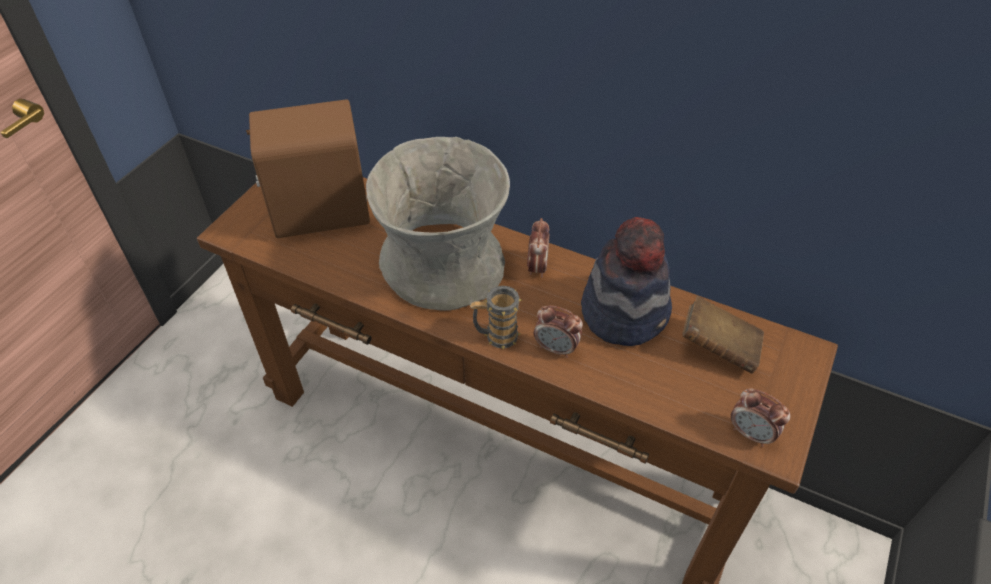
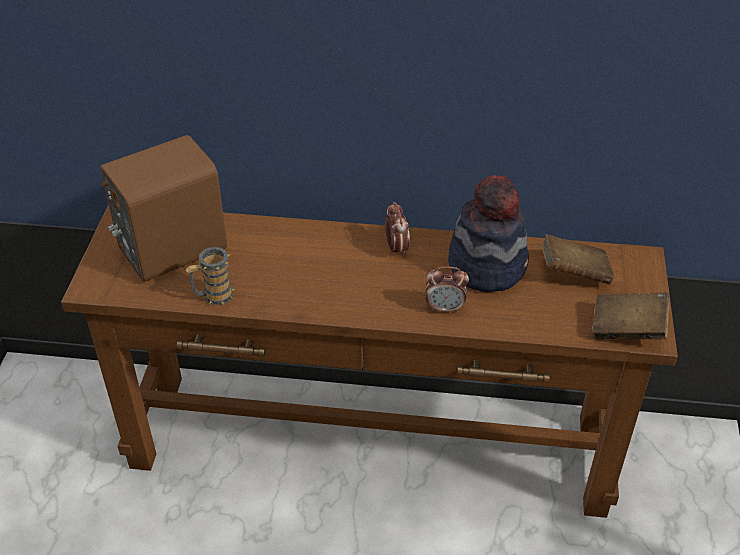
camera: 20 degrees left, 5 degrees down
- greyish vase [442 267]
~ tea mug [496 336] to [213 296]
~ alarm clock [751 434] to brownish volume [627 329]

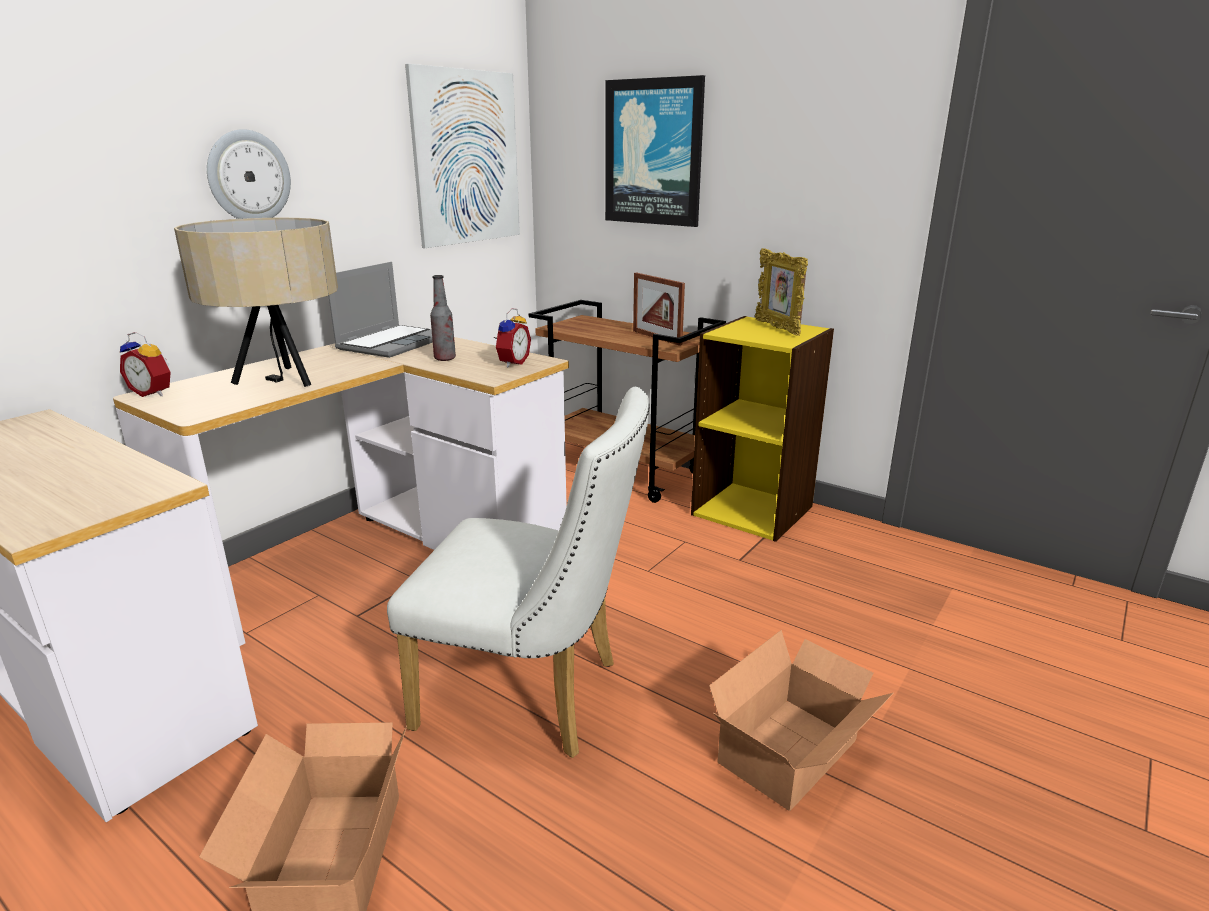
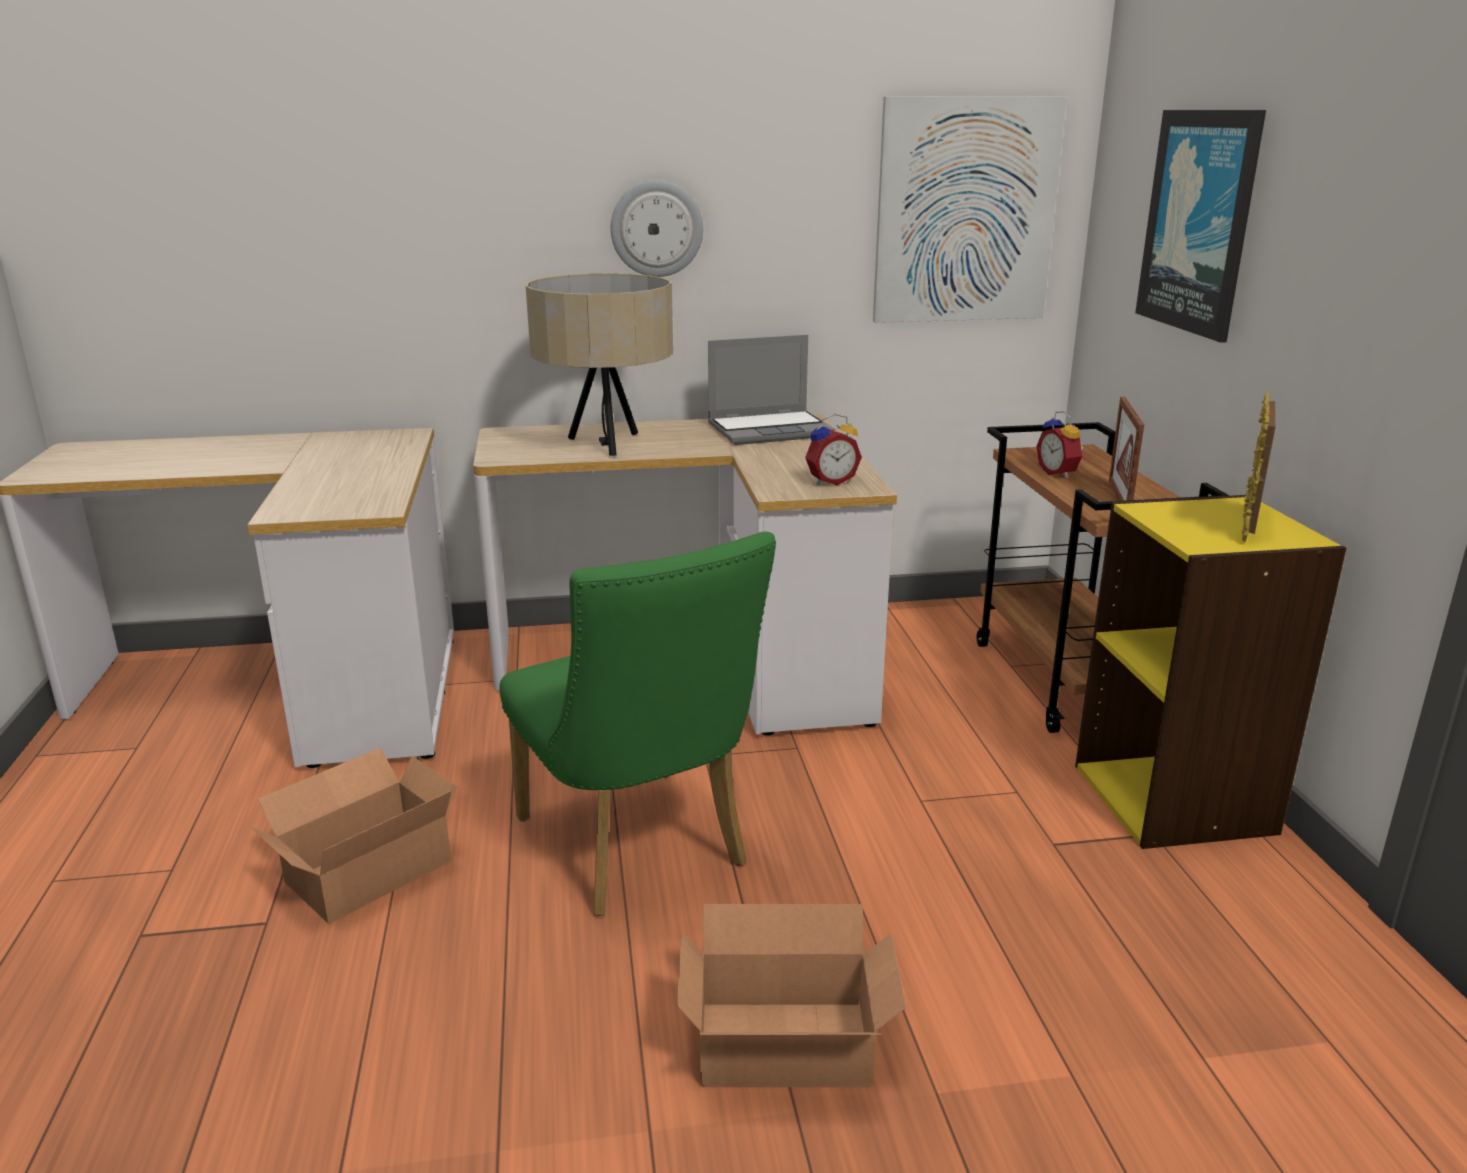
camera: 45 degrees right, 0 degrees up
- drink bottle [445 359]
~ alarm clock [154 393] to [1059 473]
~ white plain chair [533 696] to greenish plain chair [639 850]

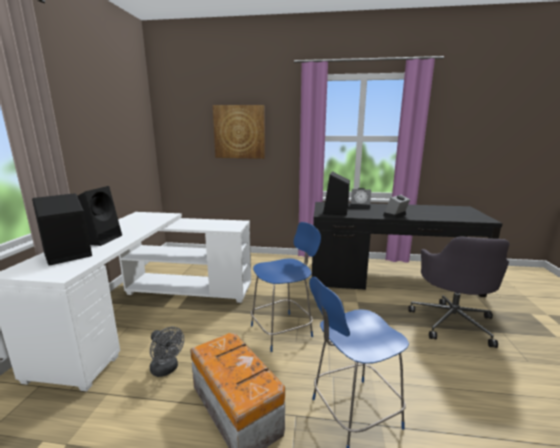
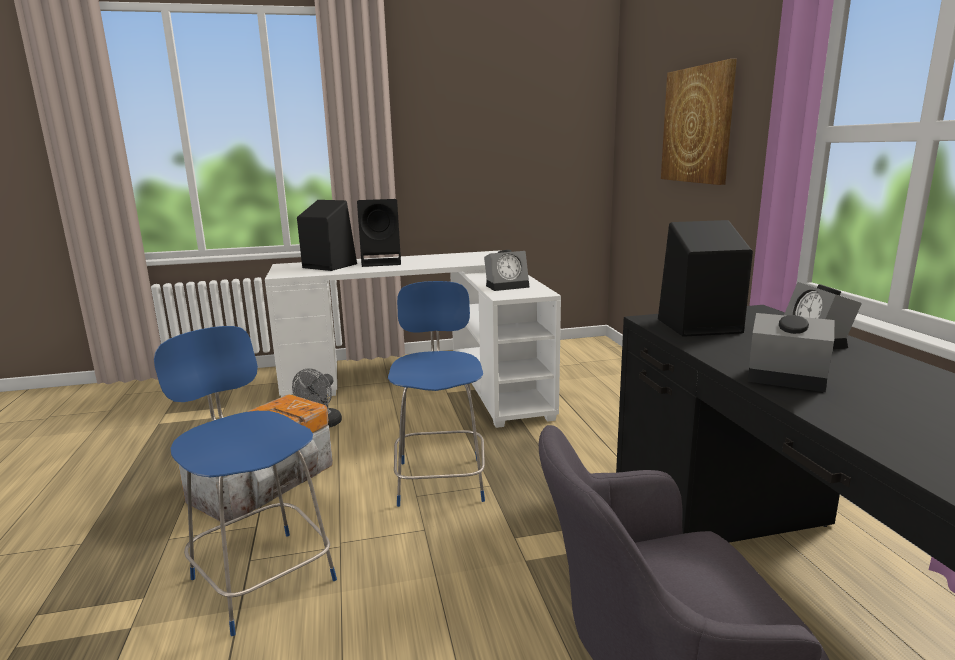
camera: 70 degrees right, 0 degrees up
+ alarm clock [508 286]
~ blue-coloured plain chair [283 330] = [440 479] 135 degrees counterclockwise

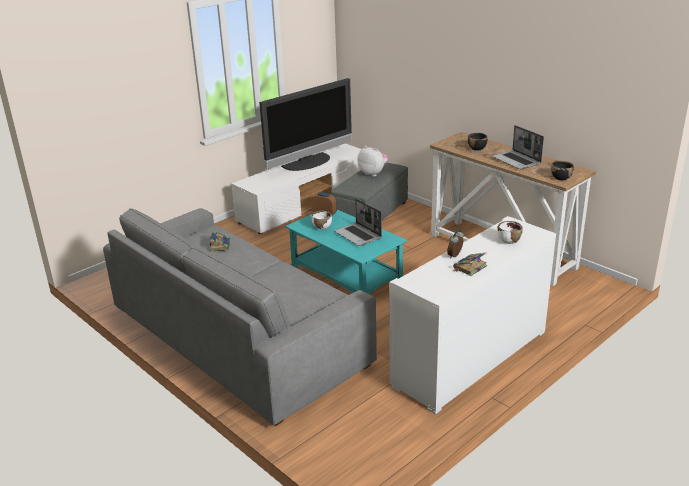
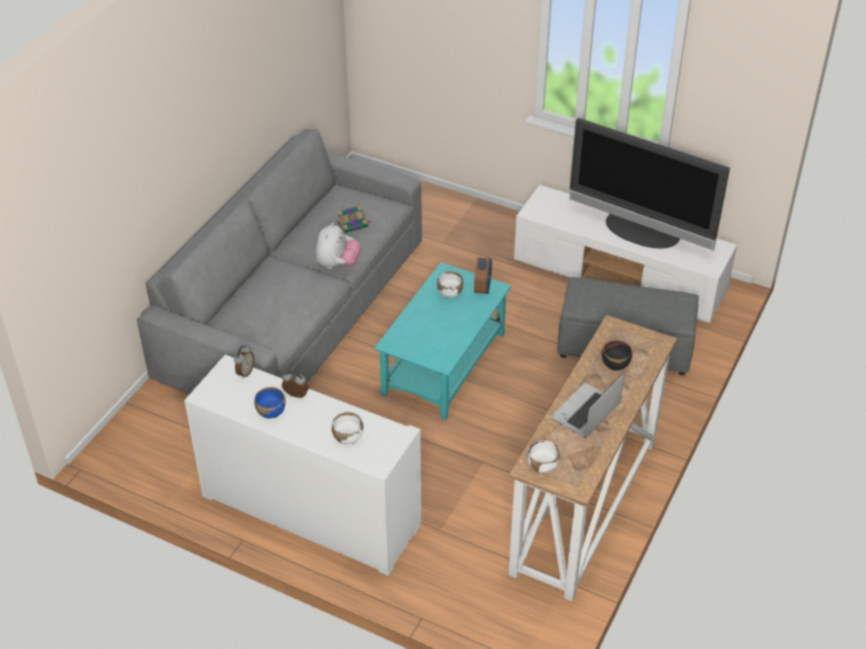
camera: 70 degrees right, 15 degrees up
- notebook computer [358 235]
+ alarm clock [245 372]
~ soft toy [373 173] to [337 264]
~ volume [469 267] to blue-coloured deep dish [271 411]
~ blackish deep dish [561 178] to white deep dish [542 465]

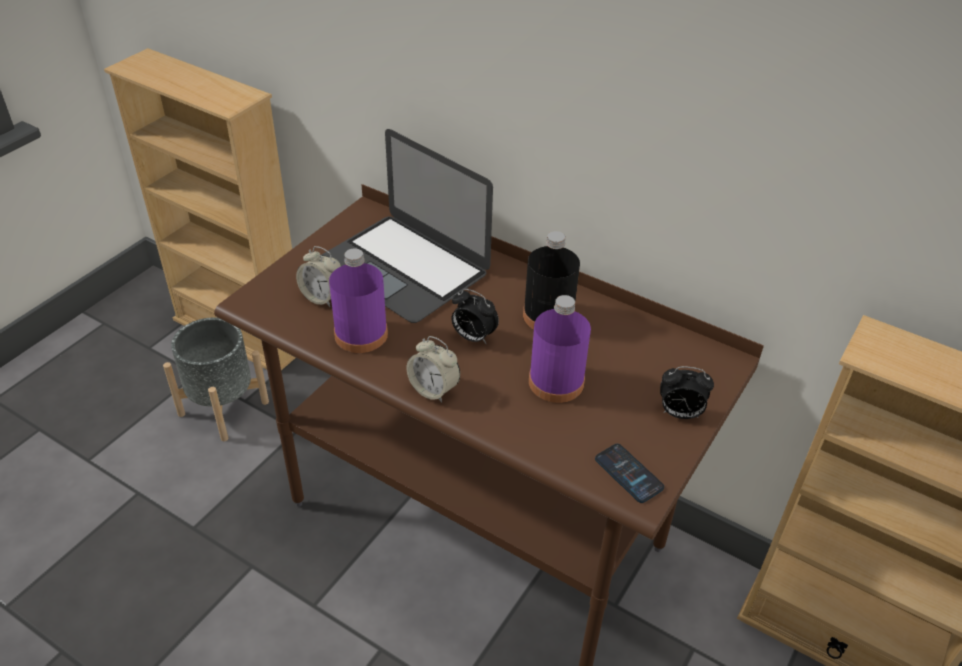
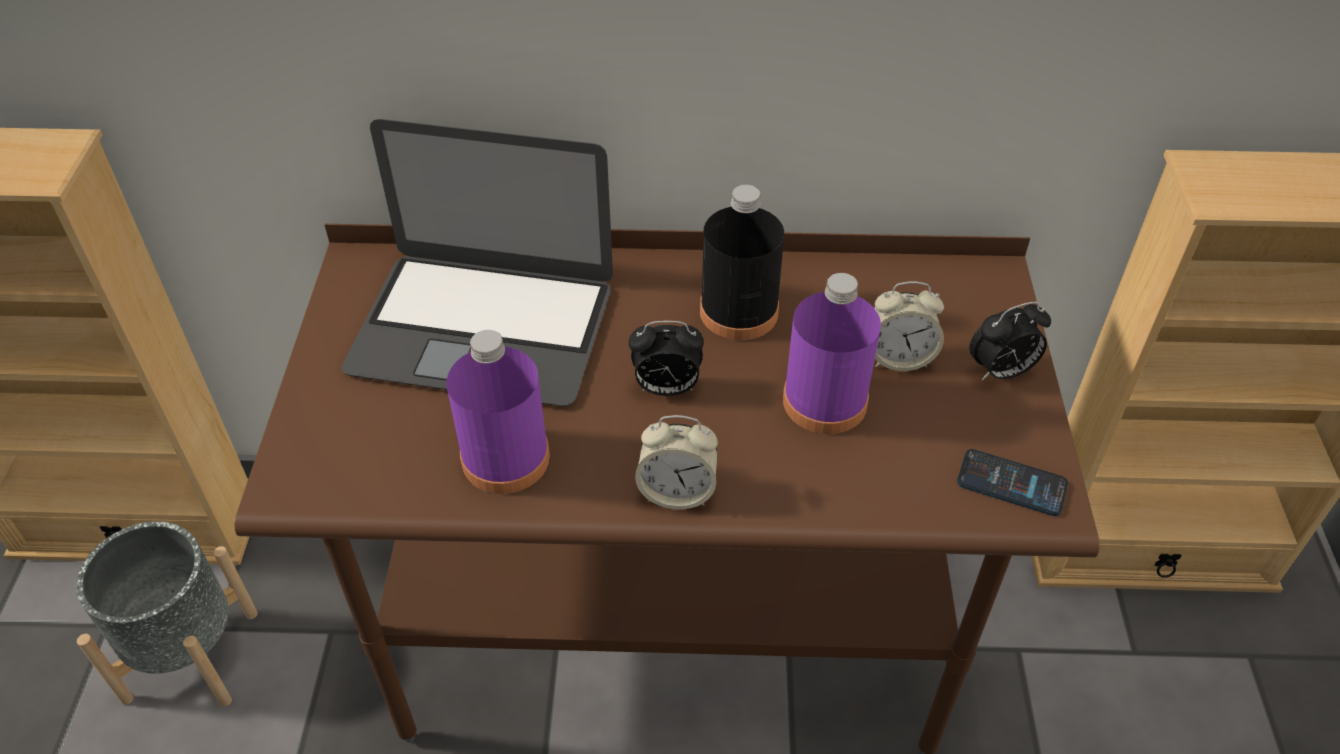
camera: 30 degrees left, 5 degrees up
~ alarm clock [323 297] to [898 357]

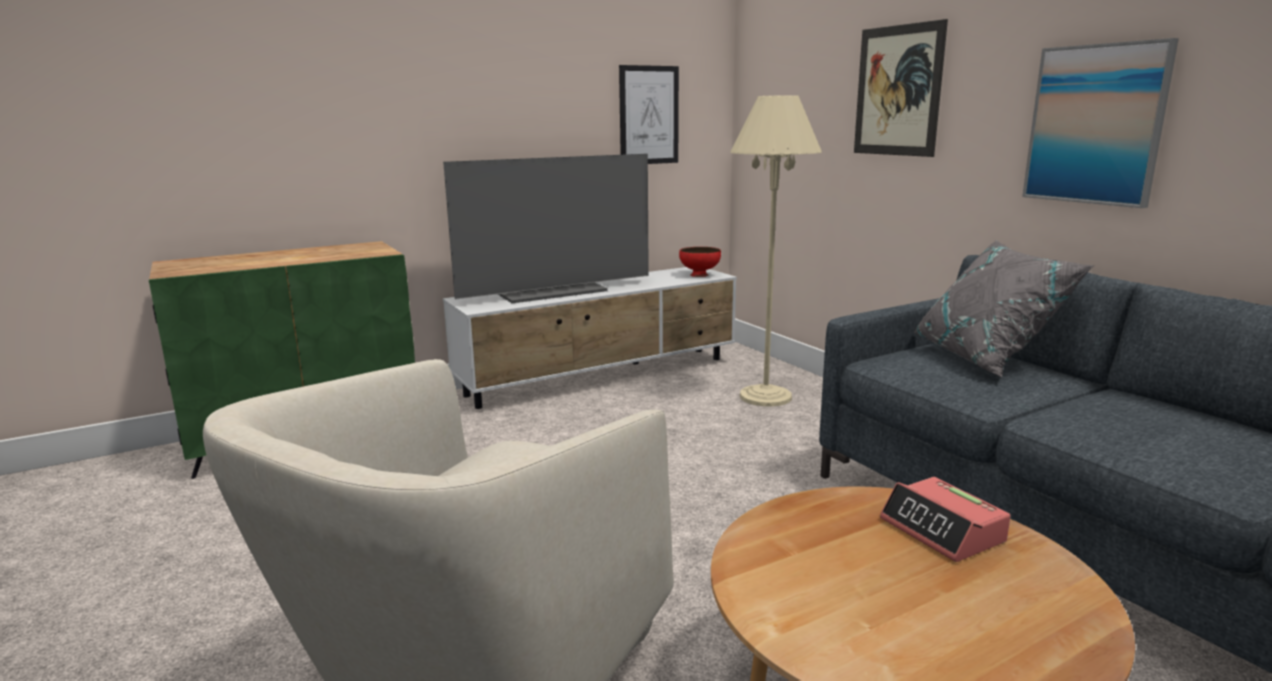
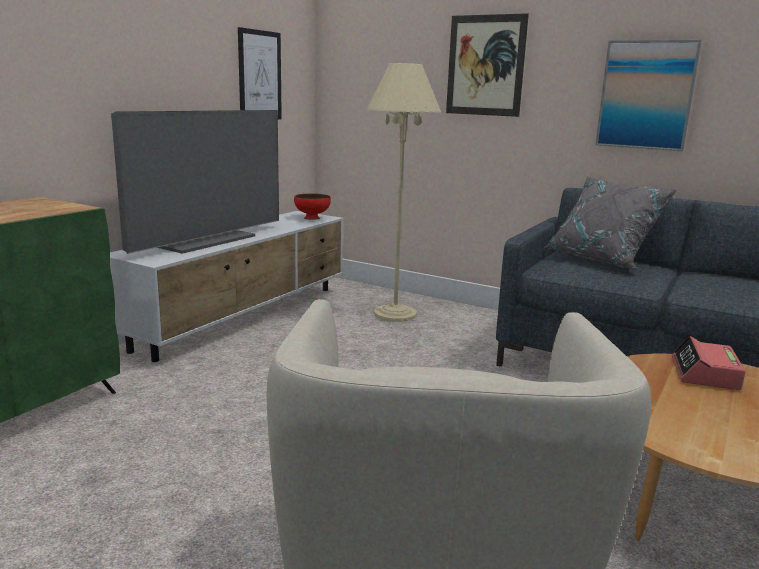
camera: 30 degrees left, 0 degrees up
~ alarm clock [942 531] = [705 374] 75 degrees clockwise

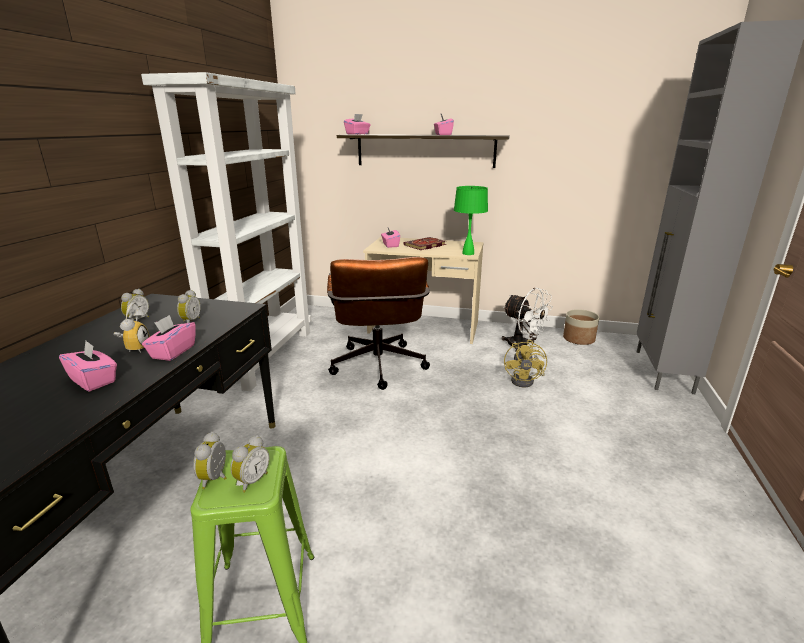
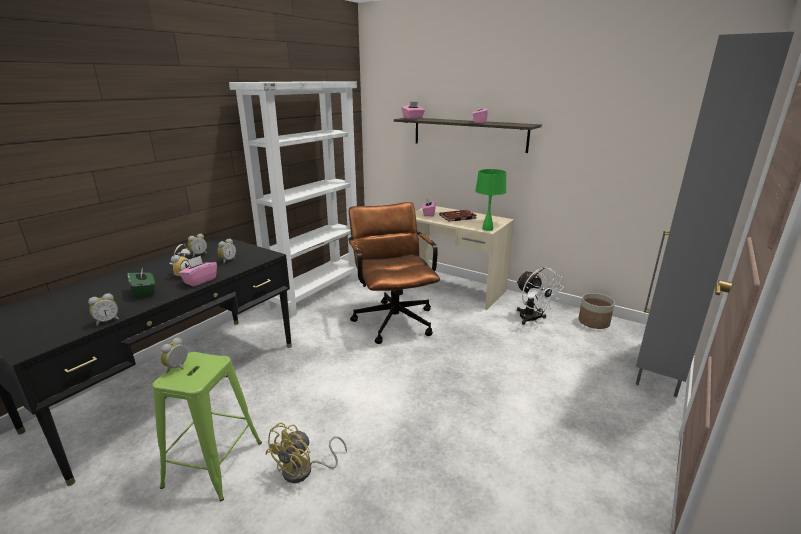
camera: 20 degrees right, 0 degrees up
~ alarm clock [251 480] to [107 321]
~ yellowish cooling fan [526 380] to [304 471]
~ pinkish tissue box [94 380] to greenish tissue box [144 292]
~ brownish computer chair [378 369] = [393 318] 150 degrees clockwise

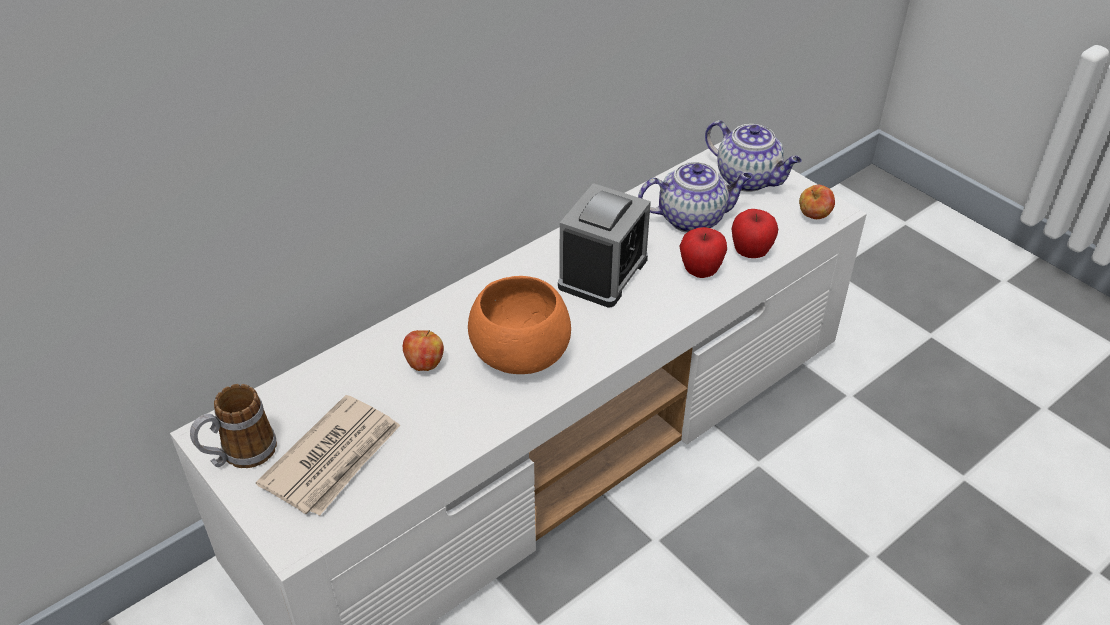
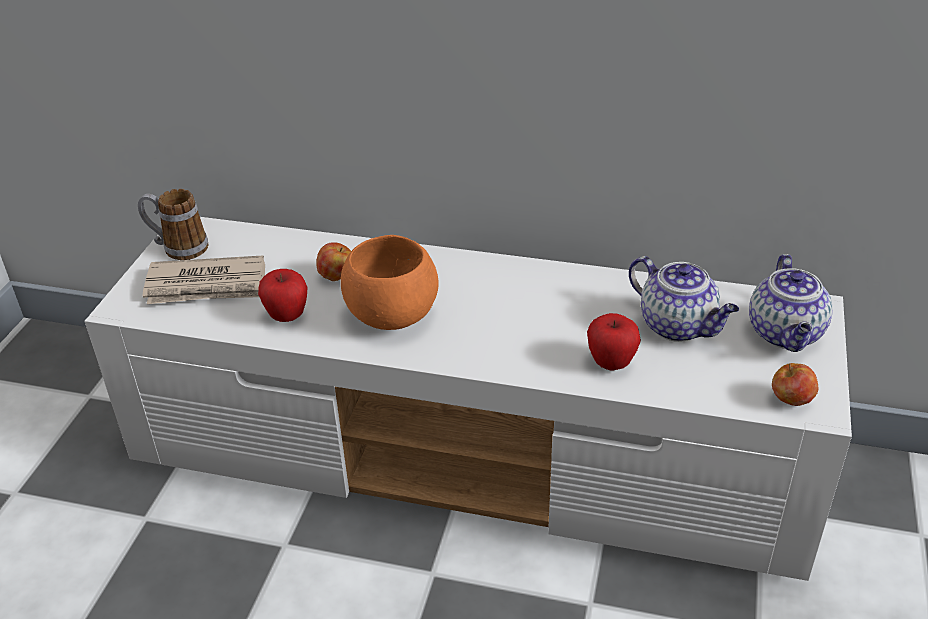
camera: 55 degrees right, 5 degrees down
- alarm clock [603 273]
~ apple fruit [750 253] to [287 316]

